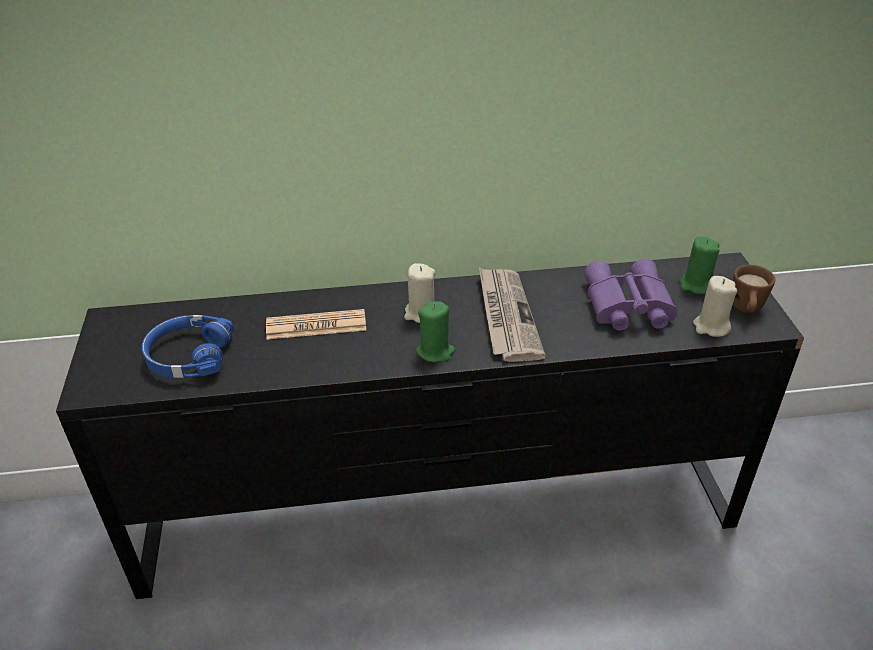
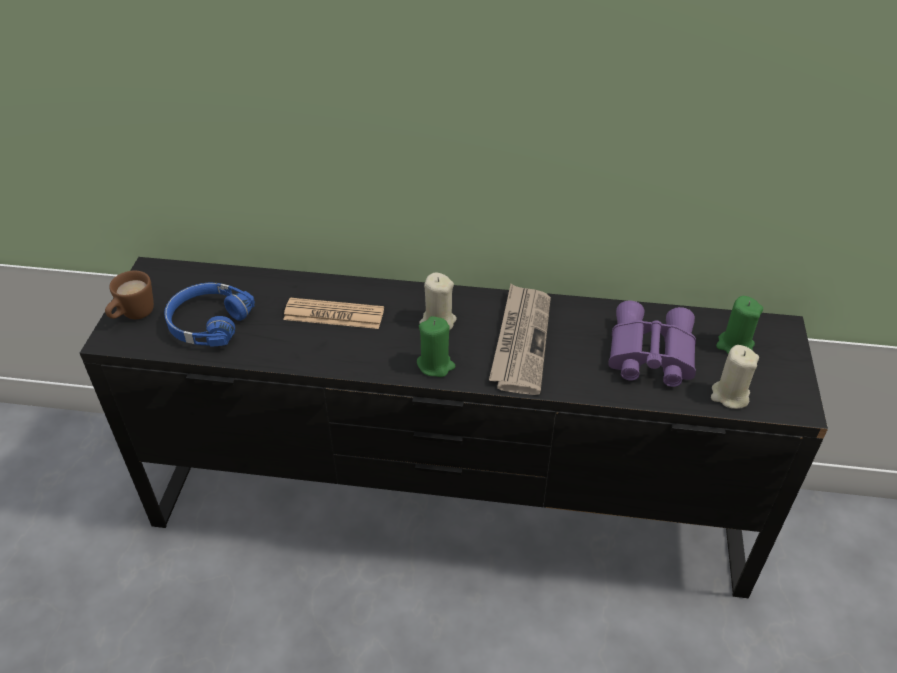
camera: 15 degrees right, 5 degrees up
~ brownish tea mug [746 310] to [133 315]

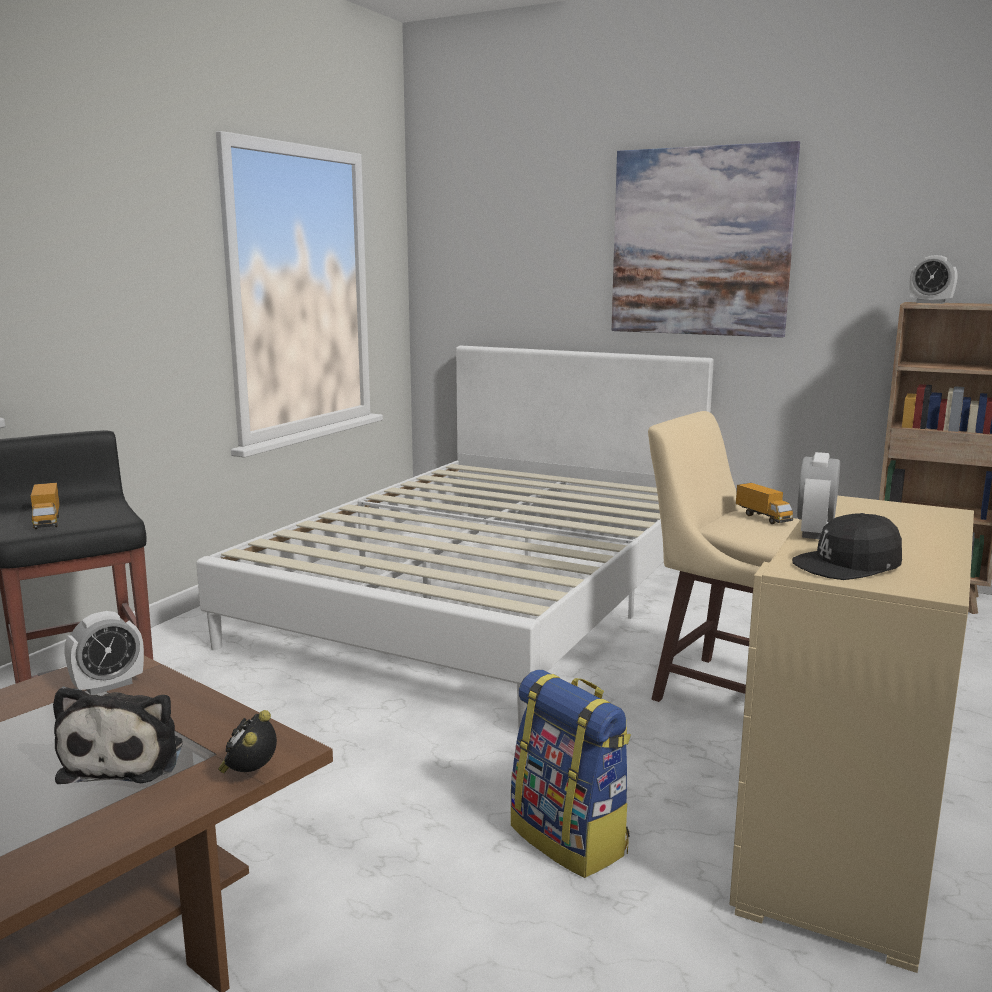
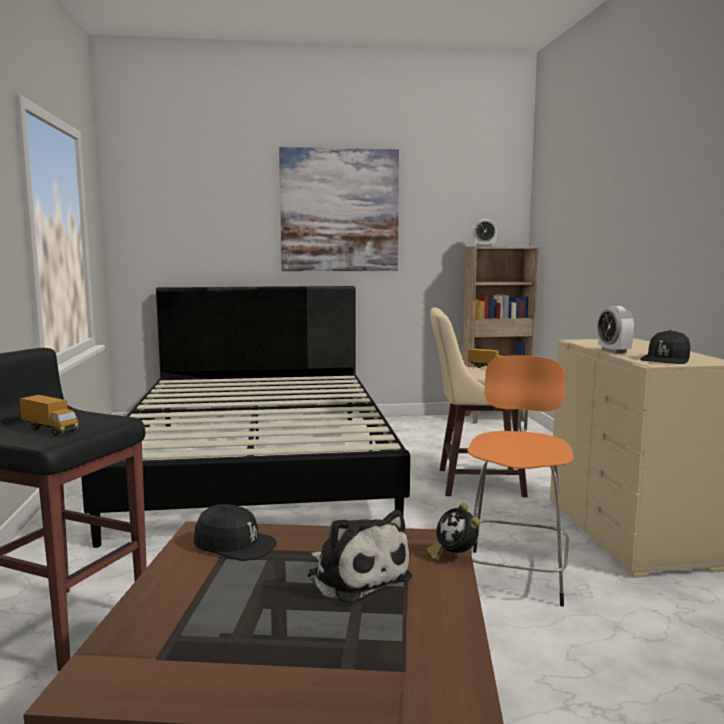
camera: 35 degrees left, 5 degrees down
~ alarm clock [108 685] to blackish cap [234 545]
~ rucksack [571 839] to orange-coloured stool [515 574]
~ white bedroom bed [488 595] to blackish bedroom bed [258 465]

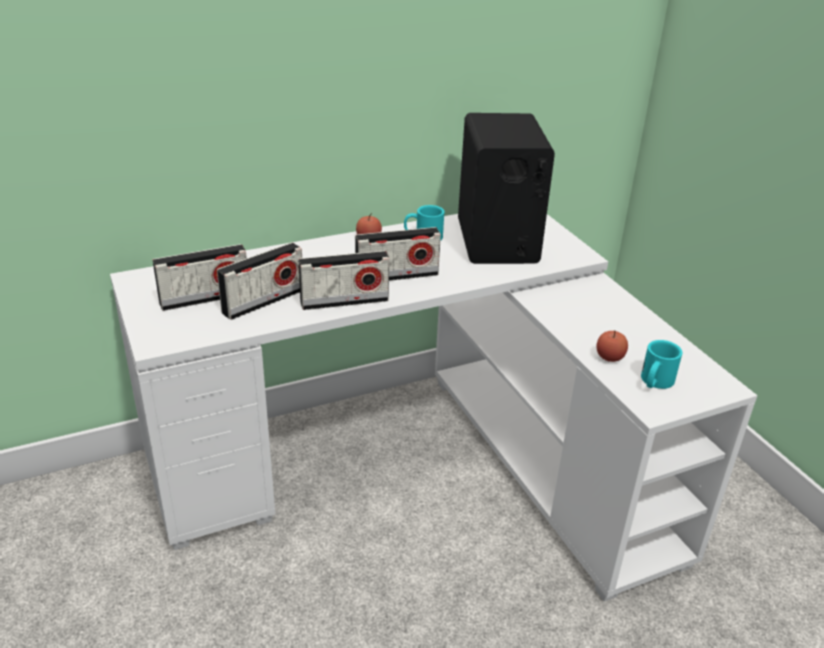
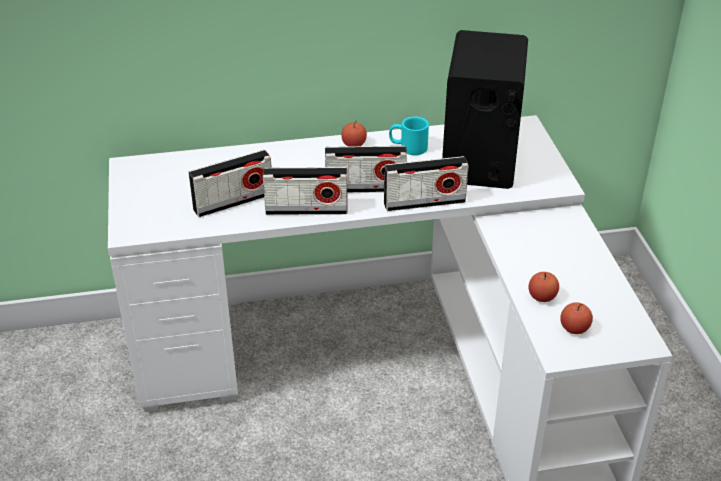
camera: 15 degrees right, 5 degrees up
~ radio receiver [205 298] to [424 202]
~ turquoise-coloured tea mug [655 382] to apple fruit [574 328]

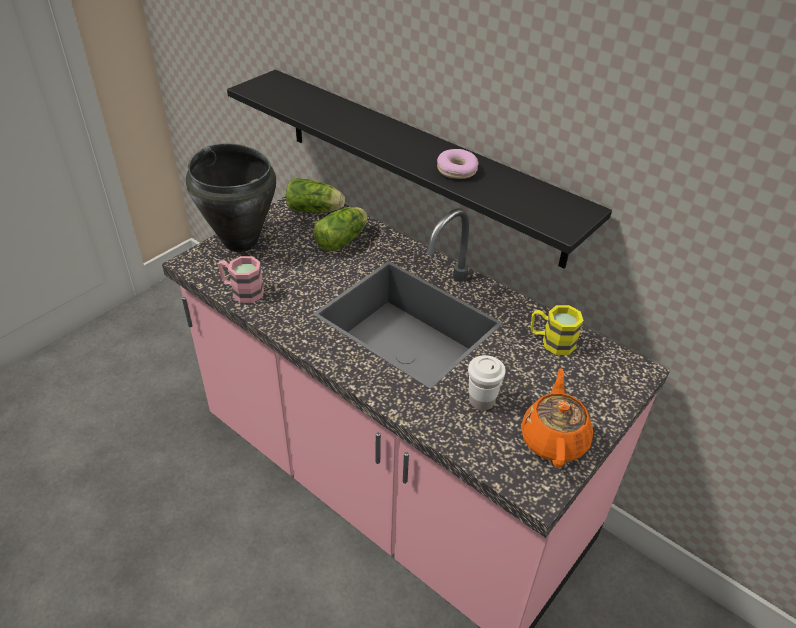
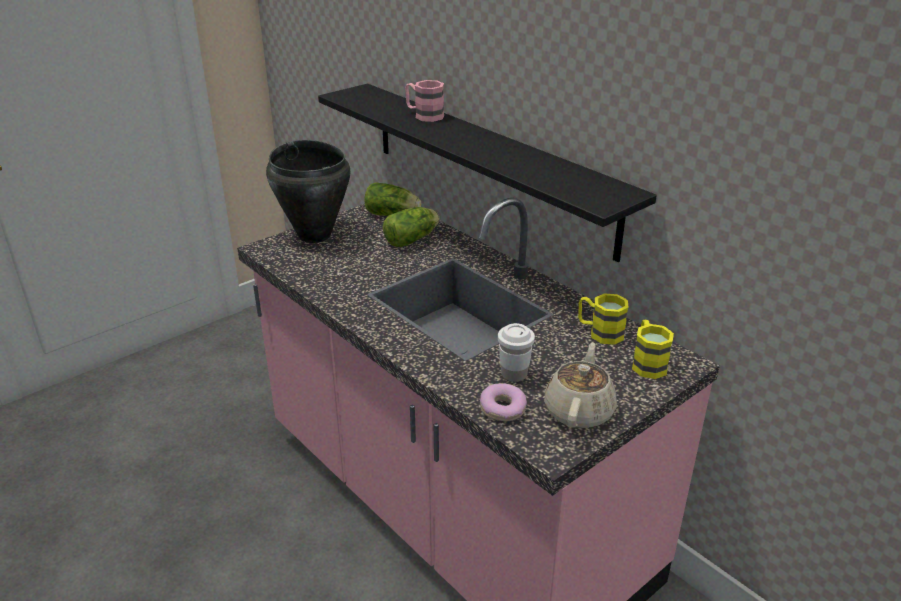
camera: 10 degrees right, 10 degrees down
+ yellowish tea mug [647 362]
~ pinkish tea mug [242 291] to [424 115]
~ doughnut [456 170] to [502 409]
~ orange-coloured pot for tea [554 439] to sand-coloured pot for tea [579 410]

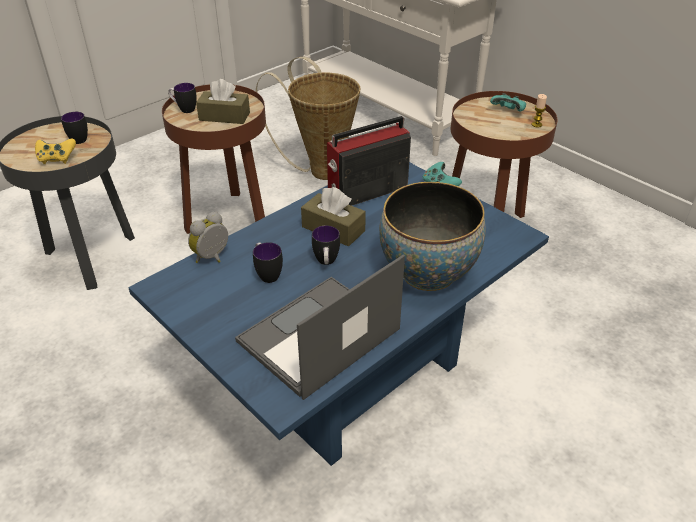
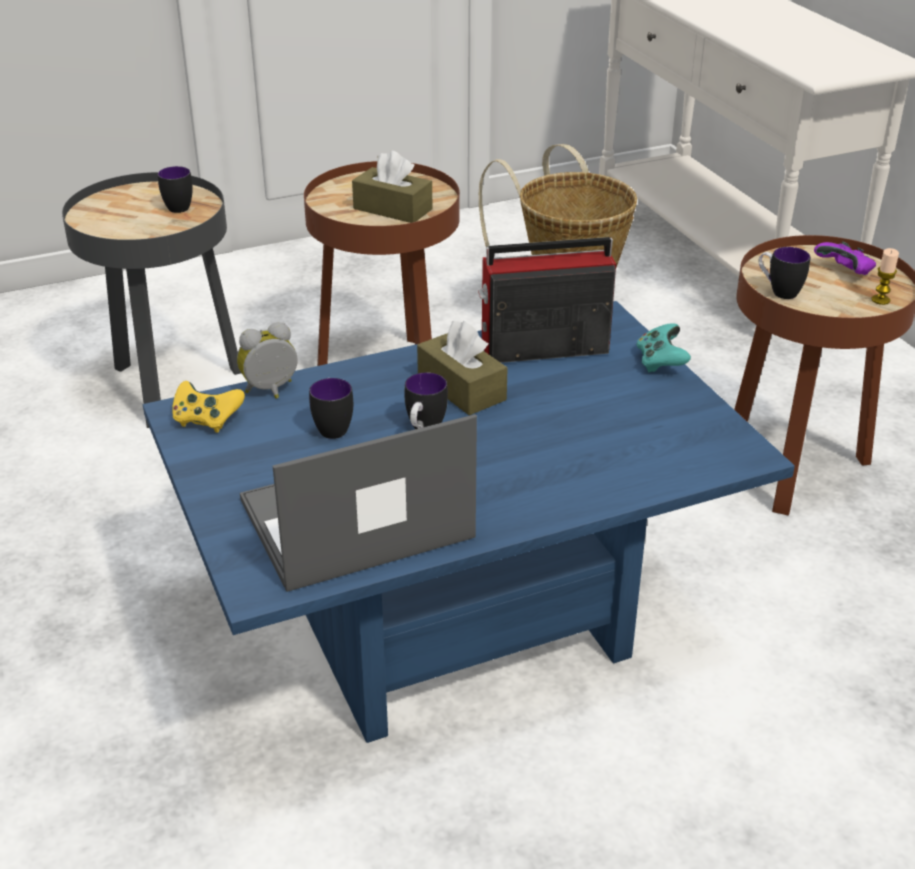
camera: 20 degrees right, 5 degrees down
- deep dish [427 273]
~ yellowish gamepad [57 159] to [206 420]
~ tea mug [184 109] to [778 291]
~ turquoise-coloured gamepad [508 111] to purple-coloured gamepad [845 272]

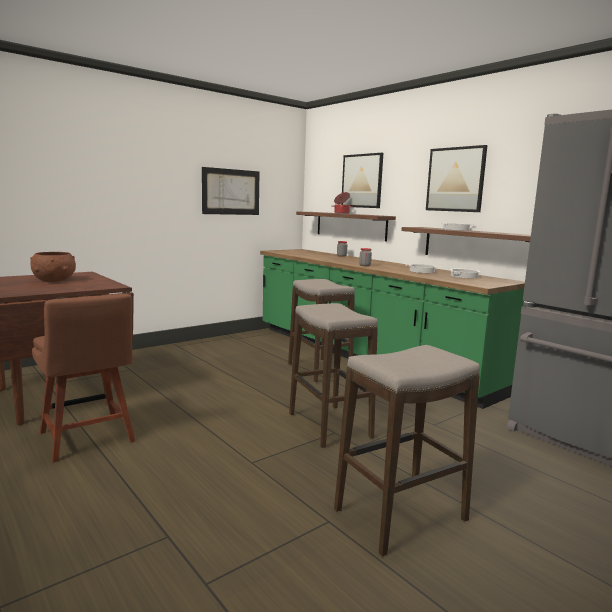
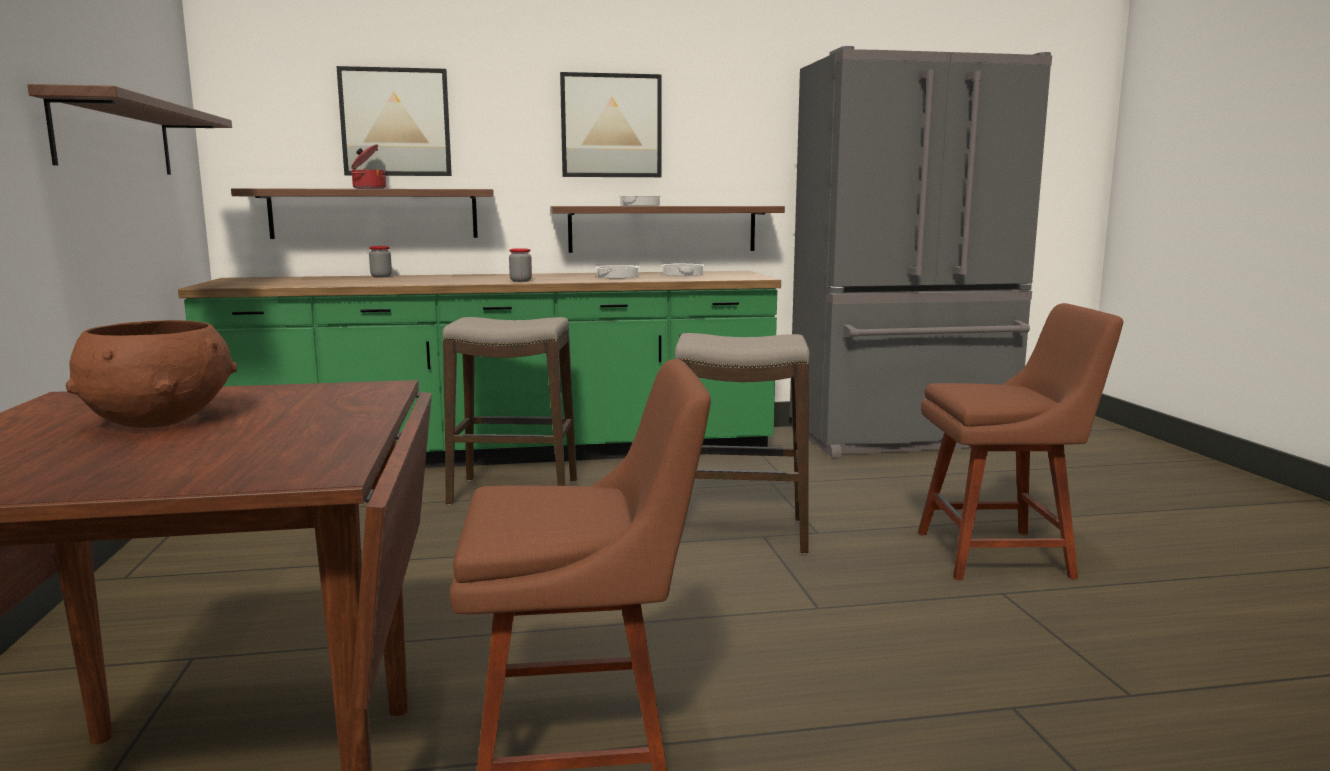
camera: 60 degrees left, 0 degrees up
~ wall picture [231 192] to wall shelf [115 137]
~ stool [401 515] to brownish plain chair [1001 554]

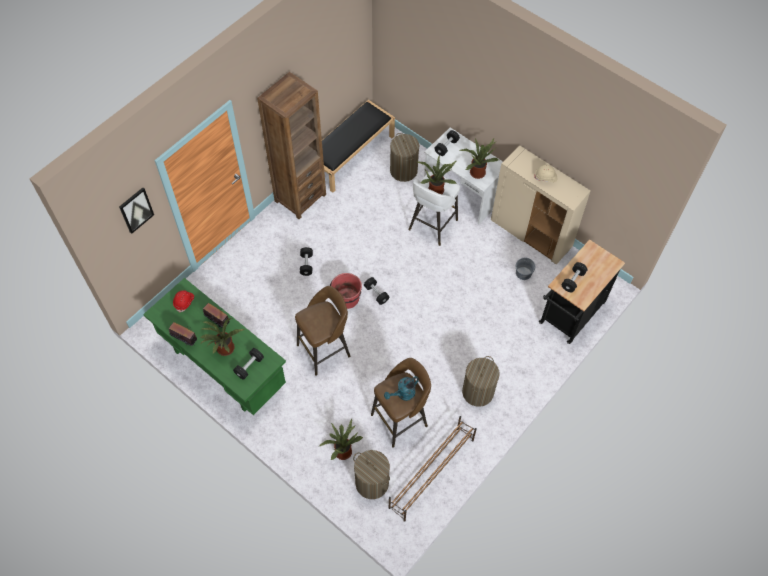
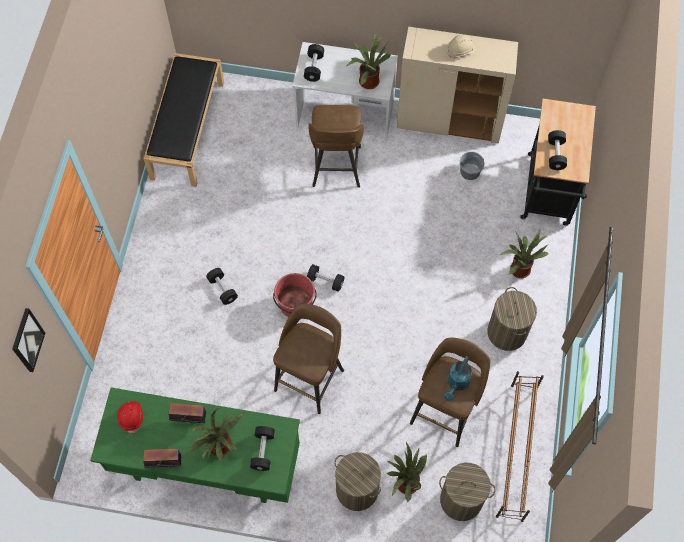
camera: 30 degrees left, 5 degrees up
- brownish bookshelf [300 197]
~ hamper [403 170] to [357 490]
~ potted plant [436 189] to [519 267]
~ white stool [432 226] to brownish stool [336 168]

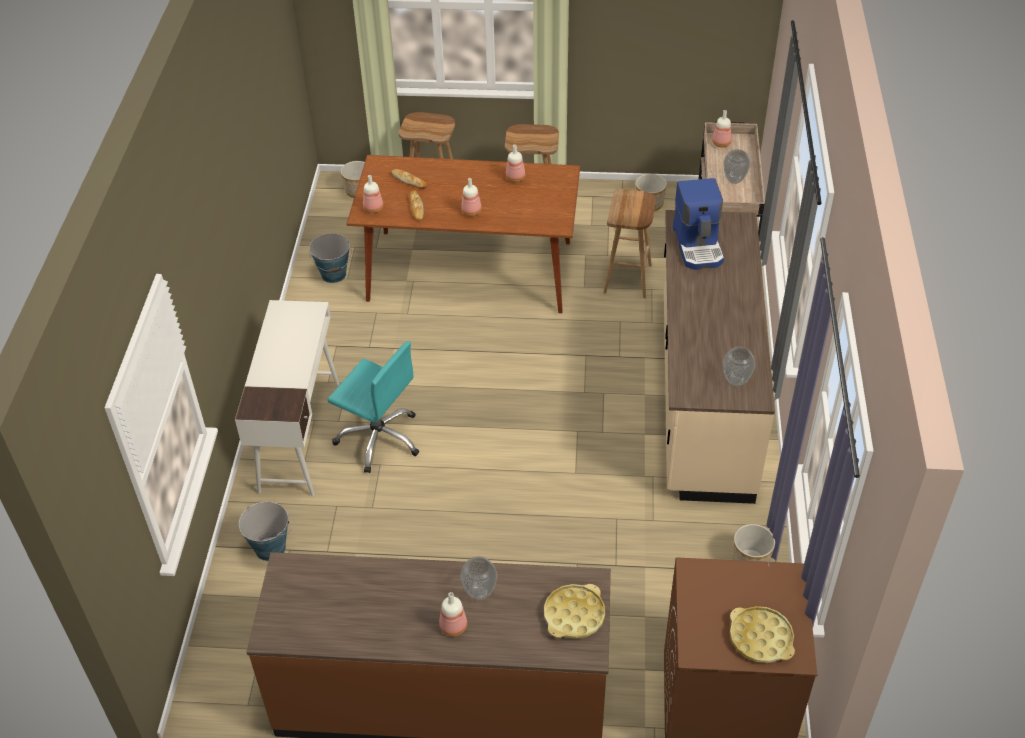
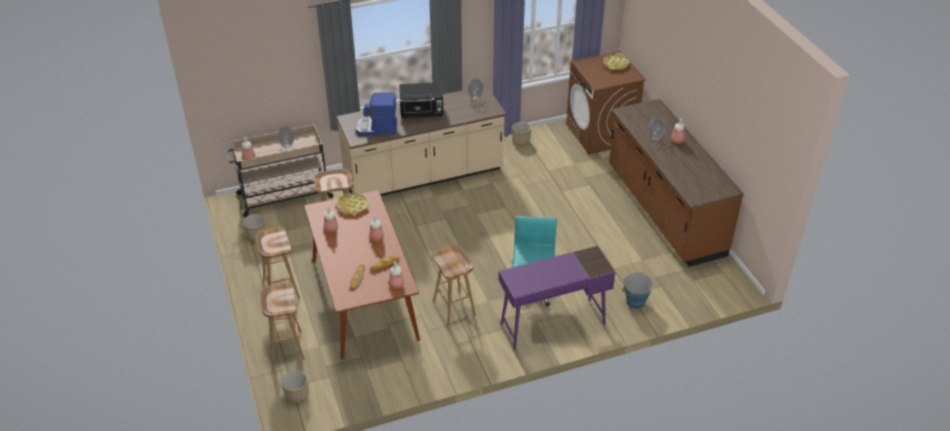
camera: 115 degrees left, 5 degrees down
- pail [334 274]
+ blackish microwave [422 112]
+ brownish stool [455 308]
~ yellowish tray [574 615] to [352 206]
~ white desk [299 435] to purple-coloured desk [552 324]
~ coffee maker [698 246] = [377 129] 150 degrees counterclockwise

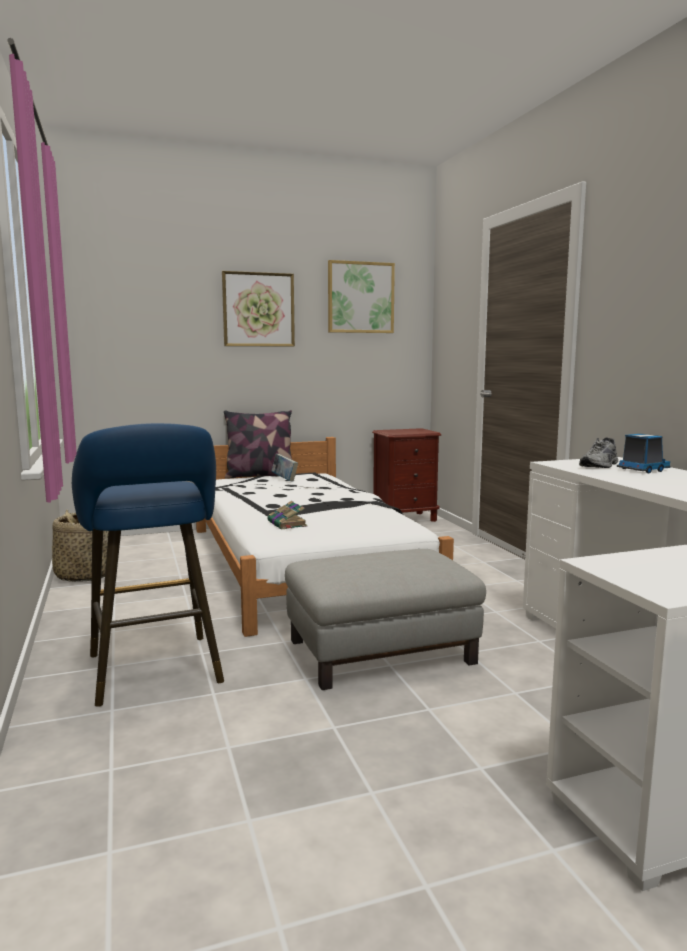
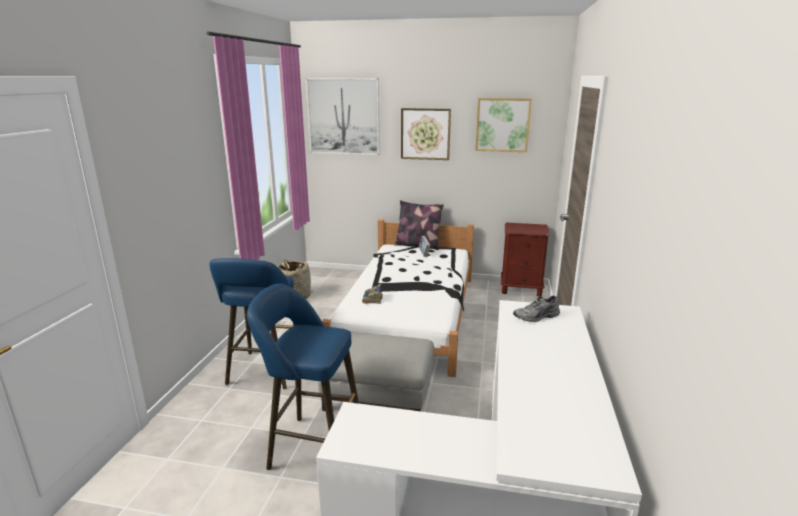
camera: 30 degrees right, 10 degrees up
- toy truck [642 470]
+ blue-coloured stool [311 446]
+ wall picture [343 116]

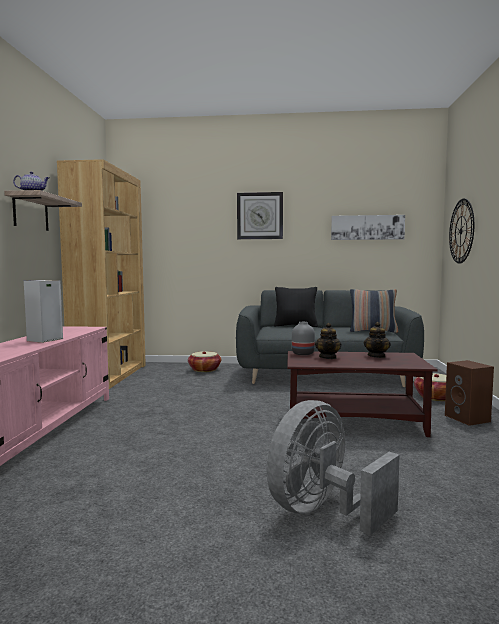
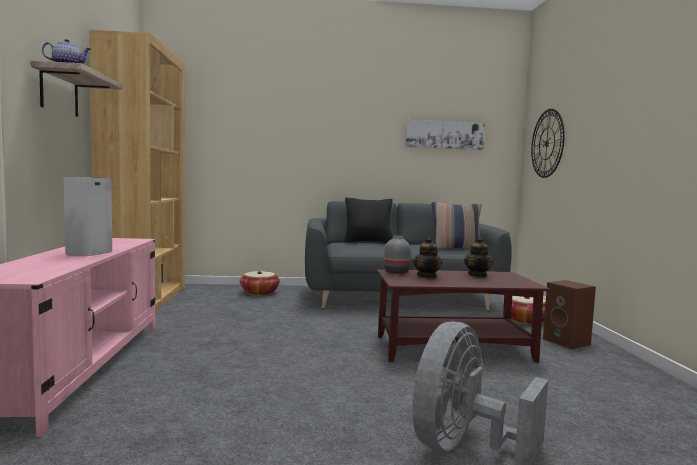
camera: 10 degrees left, 0 degrees up
- wall clock [260 216]

